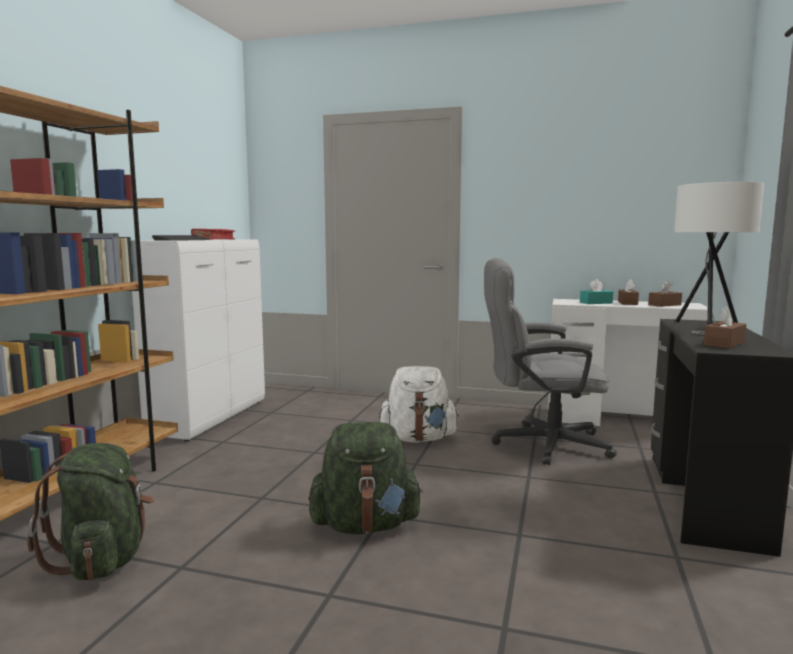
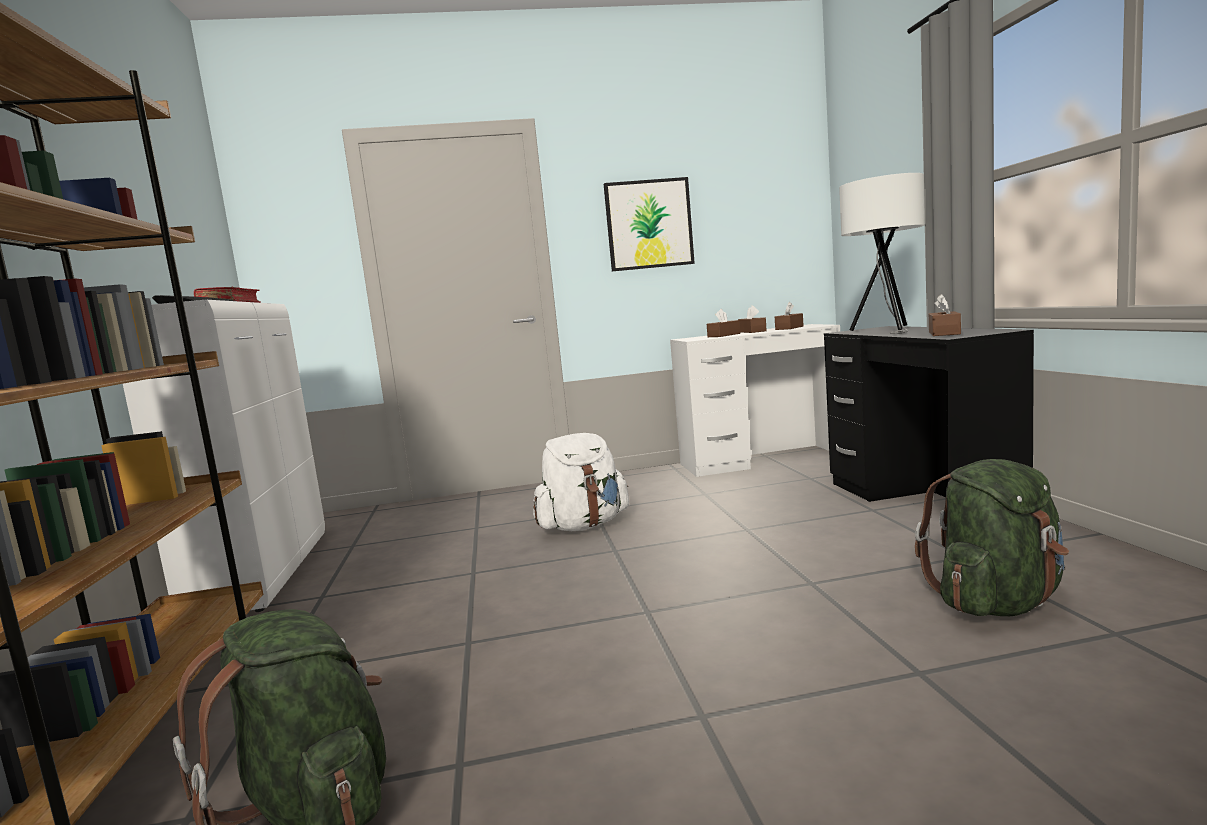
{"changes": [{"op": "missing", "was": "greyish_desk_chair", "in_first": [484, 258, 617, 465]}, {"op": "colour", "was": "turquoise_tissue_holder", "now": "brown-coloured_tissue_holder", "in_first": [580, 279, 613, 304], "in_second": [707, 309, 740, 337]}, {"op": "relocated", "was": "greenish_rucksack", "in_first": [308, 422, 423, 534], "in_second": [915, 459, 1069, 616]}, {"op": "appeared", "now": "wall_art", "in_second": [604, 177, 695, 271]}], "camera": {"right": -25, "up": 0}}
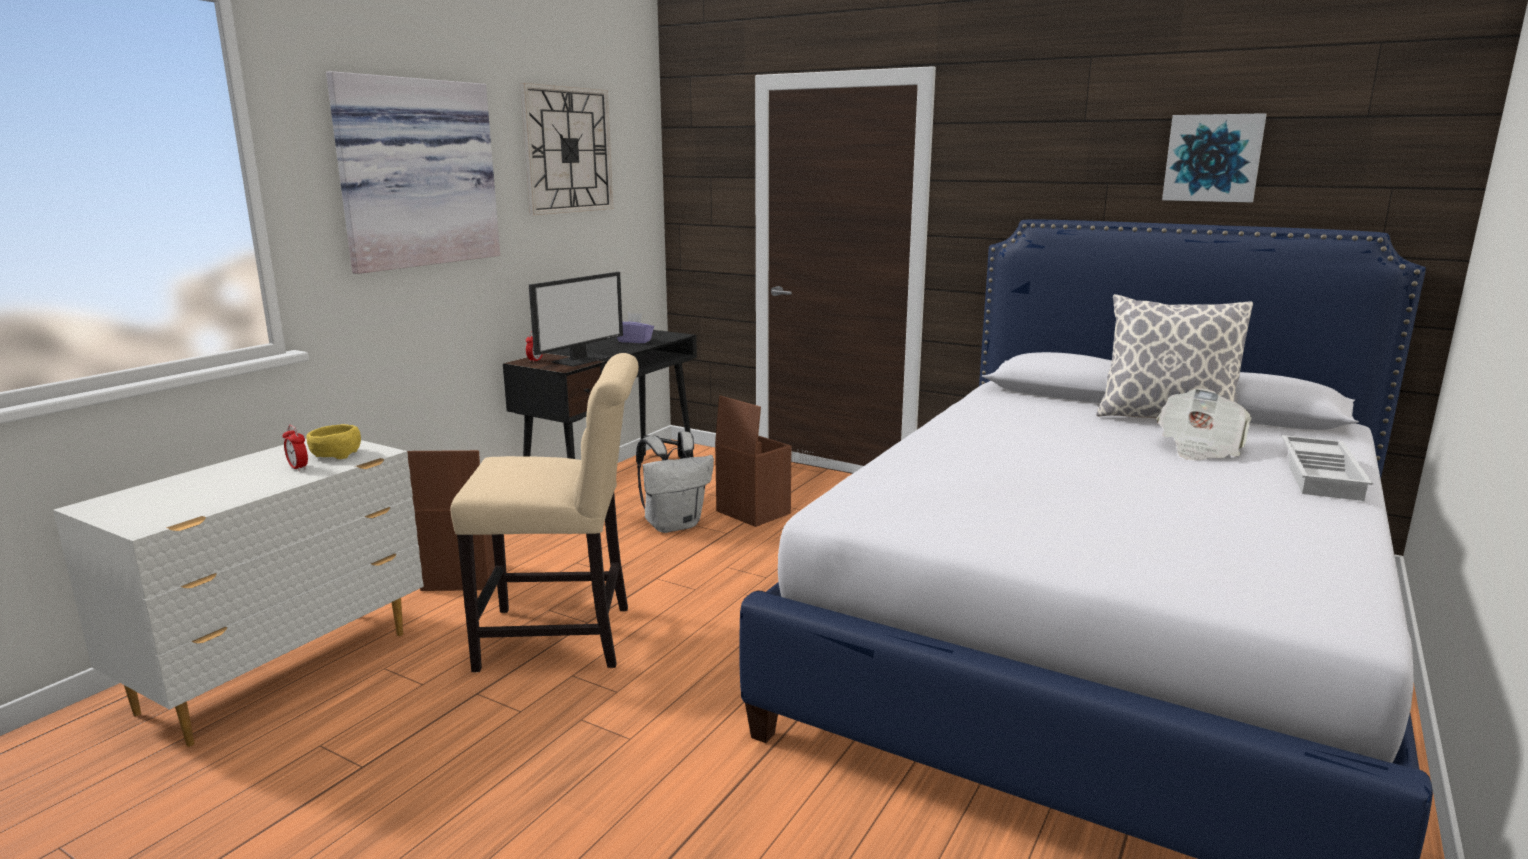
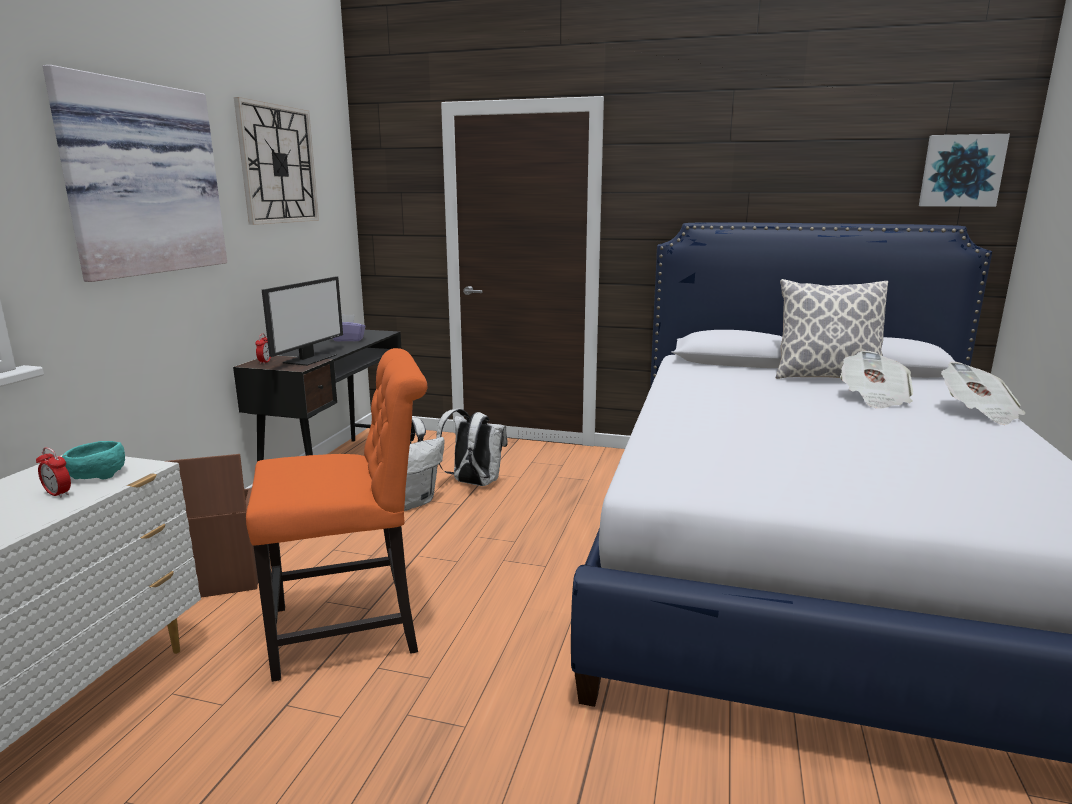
{"changes": [{"op": "relocated", "was": "wall_art", "in_first": [1162, 113, 1267, 202], "in_second": [919, 134, 1010, 207]}, {"op": "colour", "was": "beige_upright_chair", "now": "orange_upright_chair", "in_first": [451, 353, 639, 673], "in_second": [246, 348, 427, 682]}, {"op": "exchanged", "was": "brown-coloured_storage_bin", "now": "white-coloured_rucksack", "in_first": [715, 396, 791, 527], "in_second": [436, 409, 508, 486]}, {"op": "colour", "was": "yellow-coloured_deep_dish", "now": "turquoise_deep_dish", "in_first": [306, 424, 361, 459], "in_second": [62, 441, 125, 480]}, {"op": "exchanged", "was": "white-coloured_tray", "now": "newspaper", "in_first": [1282, 435, 1373, 501], "in_second": [941, 362, 1025, 425]}], "camera": {"right": -15, "up": 0}}
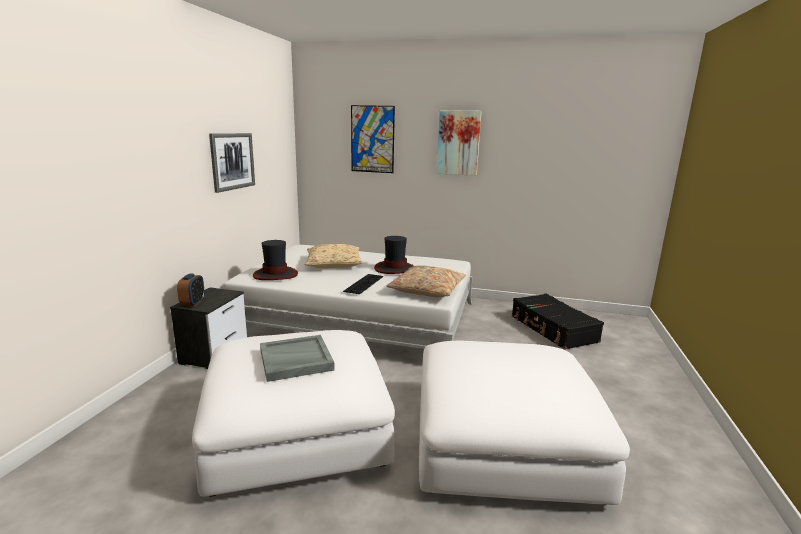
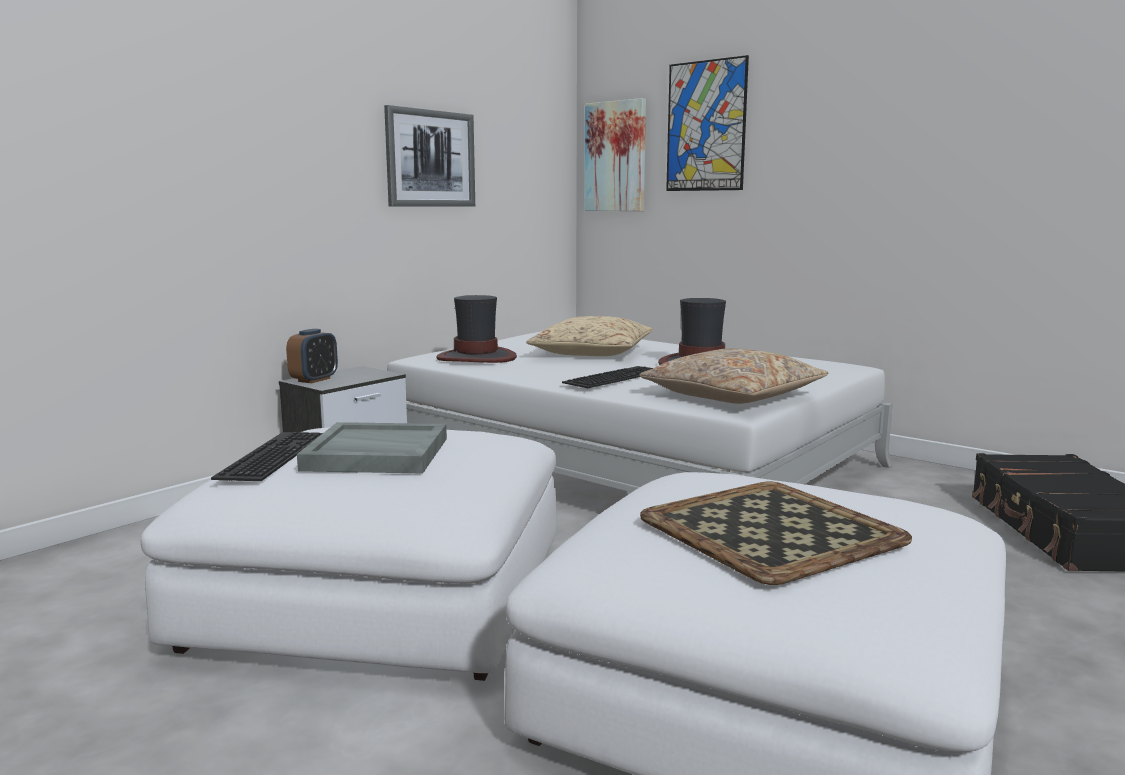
{"changes": [{"op": "relocated", "was": "wall_art", "in_first": [437, 110, 482, 176], "in_second": [584, 98, 646, 211]}, {"op": "appeared", "now": "keyboard", "in_second": [211, 432, 323, 481]}, {"op": "appeared", "now": "tray", "in_second": [640, 482, 912, 585]}], "camera": {"right": 25, "up": -5}}
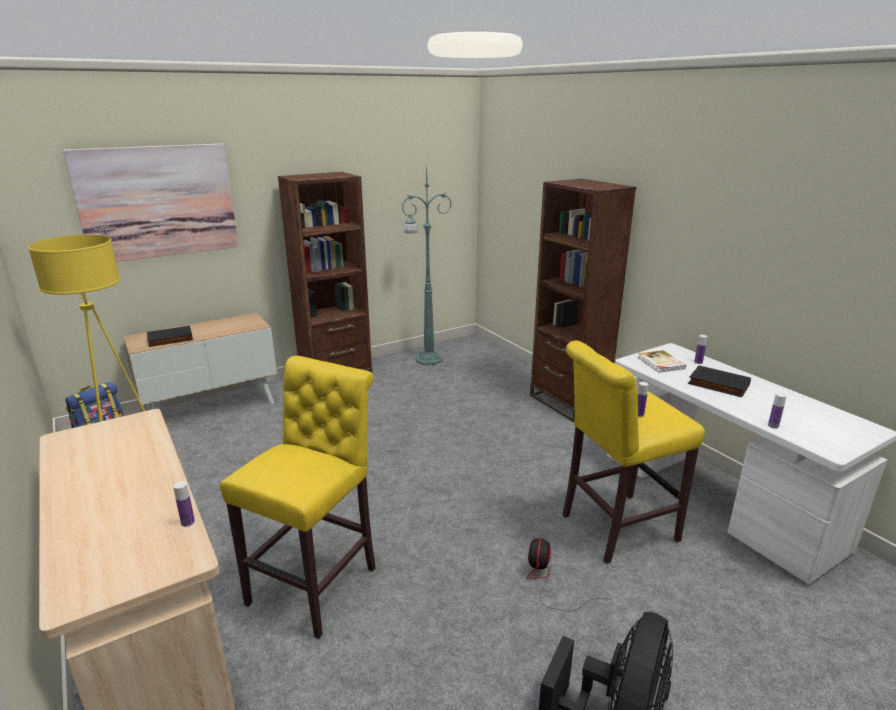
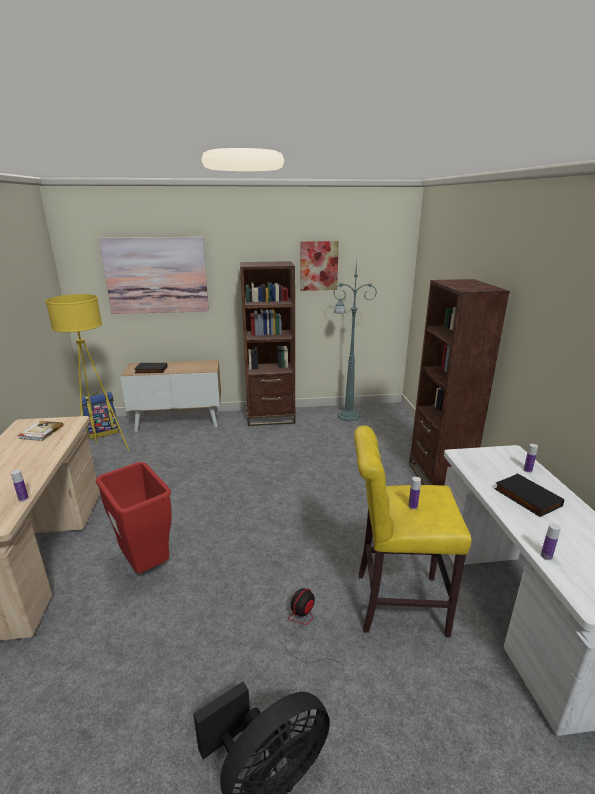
{"changes": [{"op": "relocated", "was": "bound_book", "in_first": [638, 350, 686, 373], "in_second": [18, 421, 64, 441]}, {"op": "exchanged", "was": "yellow-coloured_stool", "now": "red-coloured_rubbish_bin", "in_first": [220, 356, 376, 639], "in_second": [96, 462, 172, 573]}, {"op": "appeared", "now": "wall_art", "in_second": [300, 241, 339, 291]}], "camera": {"right": 25, "up": 0}}
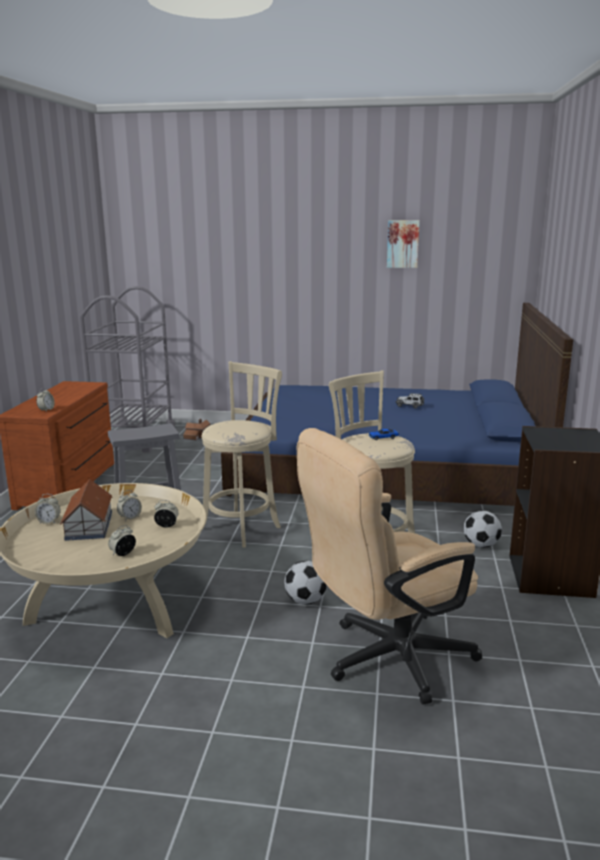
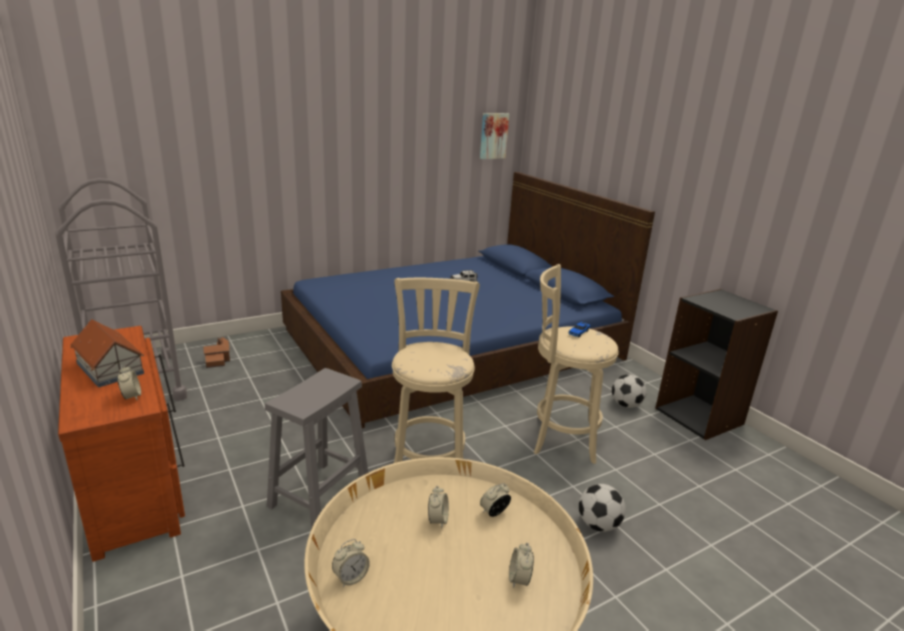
{"changes": [{"op": "relocated", "was": "wall_art", "in_first": [387, 220, 420, 268], "in_second": [480, 113, 509, 159]}, {"op": "missing", "was": "beige_desk_chair", "in_first": [297, 428, 482, 704]}, {"op": "relocated", "was": "miniature_house", "in_first": [60, 479, 113, 541], "in_second": [70, 319, 144, 387]}], "camera": {"right": -40, "up": 5}}
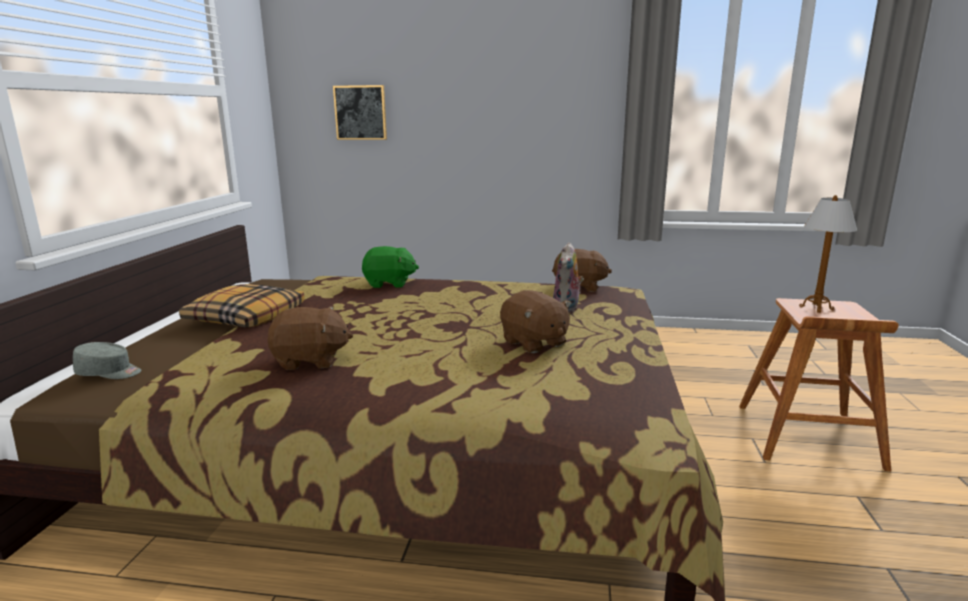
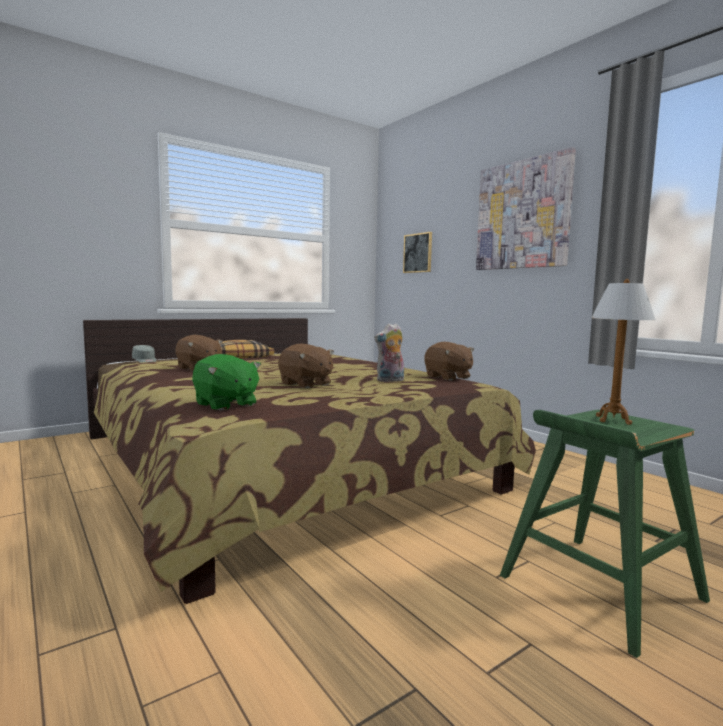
{"changes": [{"op": "relocated", "was": "greenish_plush_toy", "in_first": [362, 246, 419, 288], "in_second": [192, 354, 261, 411]}, {"op": "spun", "was": "brown-coloured_plush_toy", "in_first": [500, 290, 572, 353], "in_second": [278, 344, 334, 389], "clockwise": -60}, {"op": "colour", "was": "brown-coloured_stool", "now": "greenish_stool", "in_first": [739, 298, 899, 471], "in_second": [500, 410, 710, 658]}, {"op": "appeared", "now": "wall_art", "in_second": [476, 147, 576, 270]}], "camera": {"right": 45, "up": -10}}
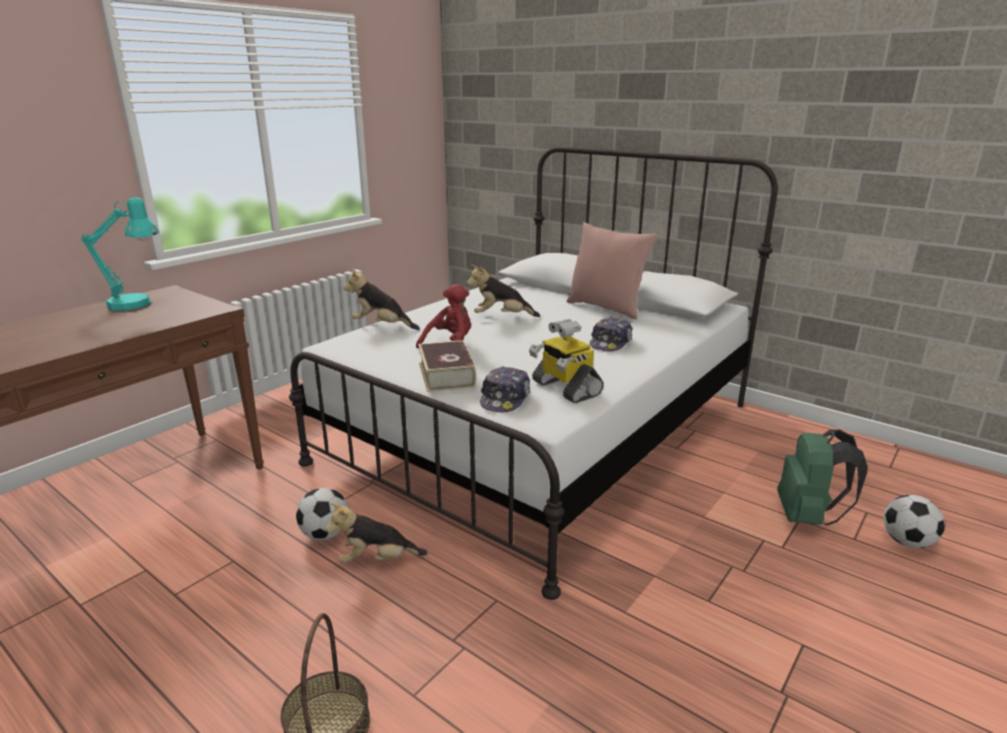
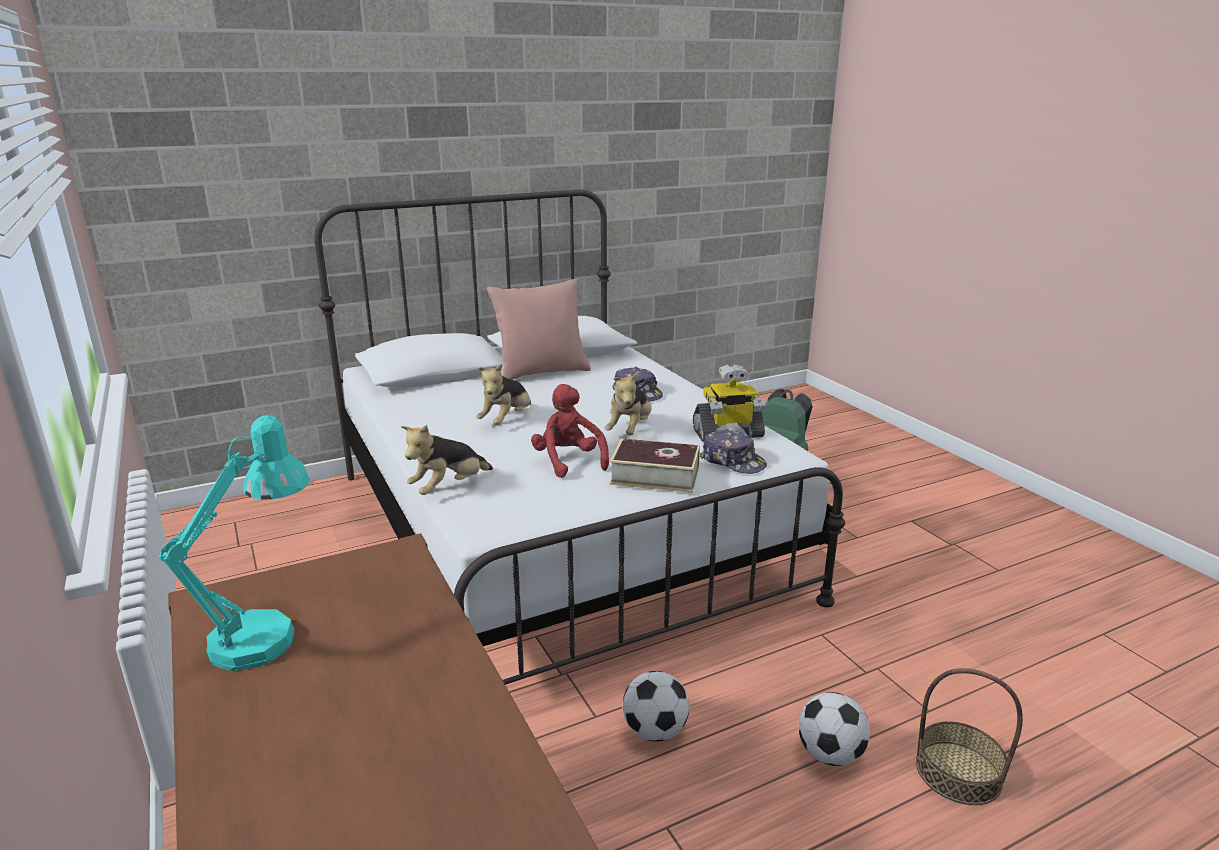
{"changes": [{"op": "relocated", "was": "football", "in_first": [883, 495, 945, 548], "in_second": [798, 692, 870, 766]}, {"op": "relocated", "was": "plush_toy", "in_first": [326, 503, 428, 563], "in_second": [605, 372, 652, 435]}], "camera": {"right": -65, "up": 0}}
